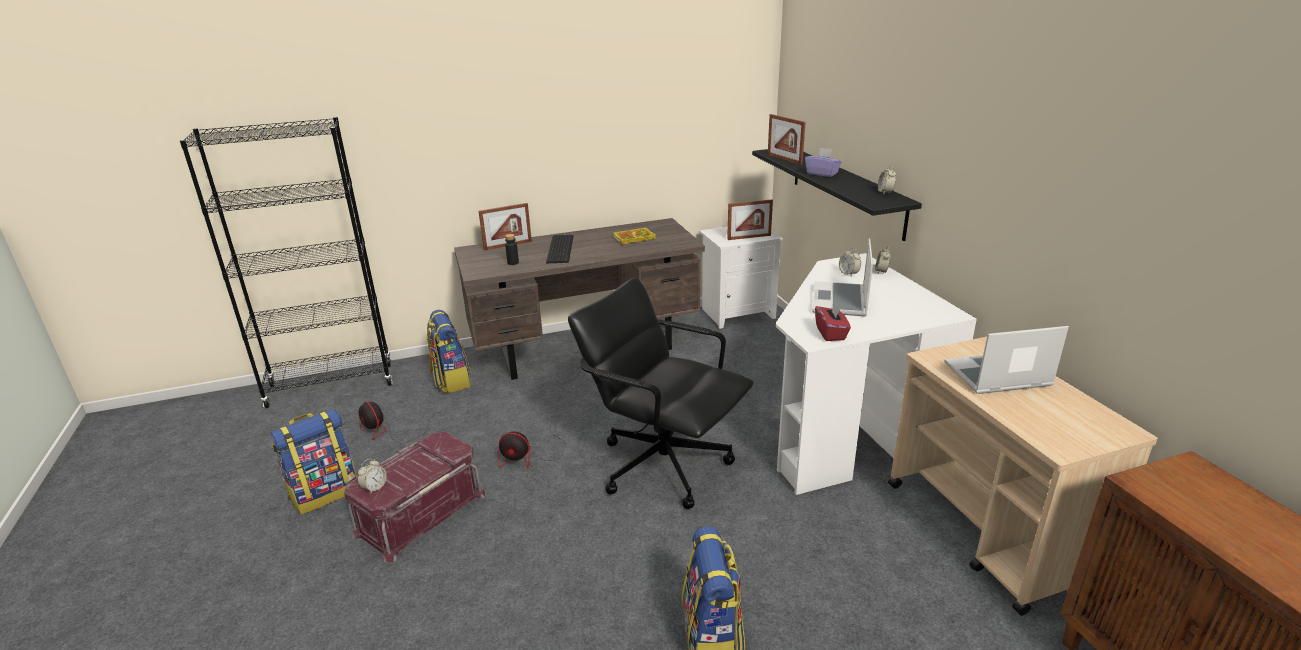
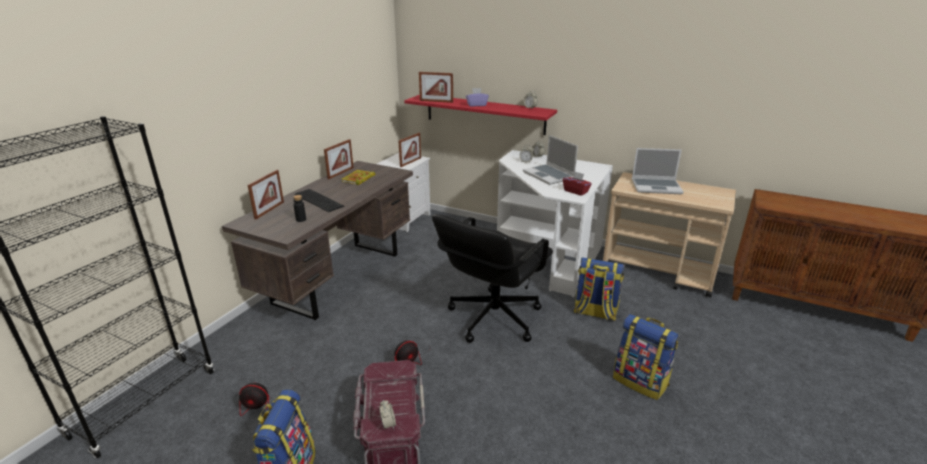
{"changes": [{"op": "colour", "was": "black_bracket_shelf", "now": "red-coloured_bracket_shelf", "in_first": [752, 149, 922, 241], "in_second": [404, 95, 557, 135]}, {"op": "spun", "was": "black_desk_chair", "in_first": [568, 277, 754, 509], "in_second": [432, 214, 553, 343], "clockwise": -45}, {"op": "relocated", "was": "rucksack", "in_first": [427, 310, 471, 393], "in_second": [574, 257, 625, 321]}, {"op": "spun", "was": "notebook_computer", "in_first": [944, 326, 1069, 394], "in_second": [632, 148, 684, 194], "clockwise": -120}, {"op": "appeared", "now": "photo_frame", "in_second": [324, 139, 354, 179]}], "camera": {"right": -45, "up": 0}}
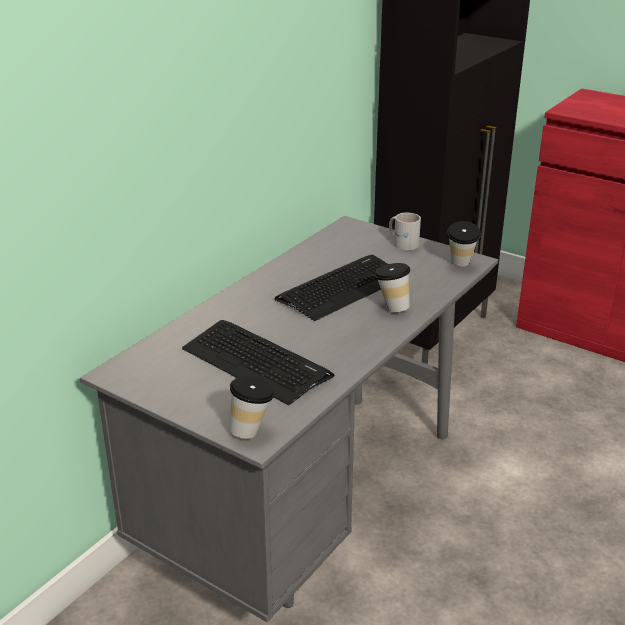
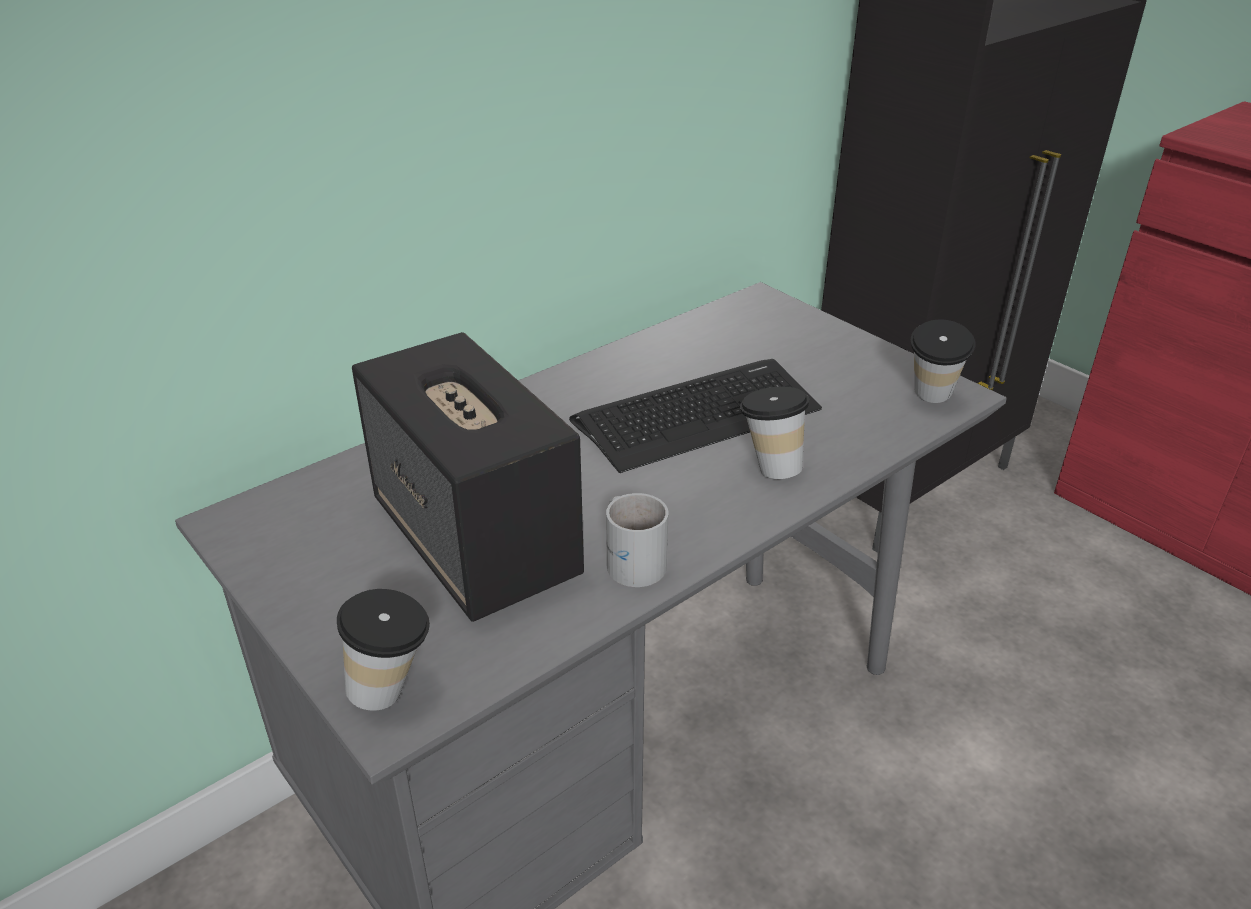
{"changes": [{"op": "relocated", "was": "white-coloured_mug", "in_first": [389, 213, 421, 250], "in_second": [606, 493, 668, 587]}, {"op": "exchanged", "was": "keyboard", "now": "audio_speaker", "in_first": [182, 320, 334, 405], "in_second": [352, 332, 584, 622]}], "camera": {"right": 15, "up": 5}}
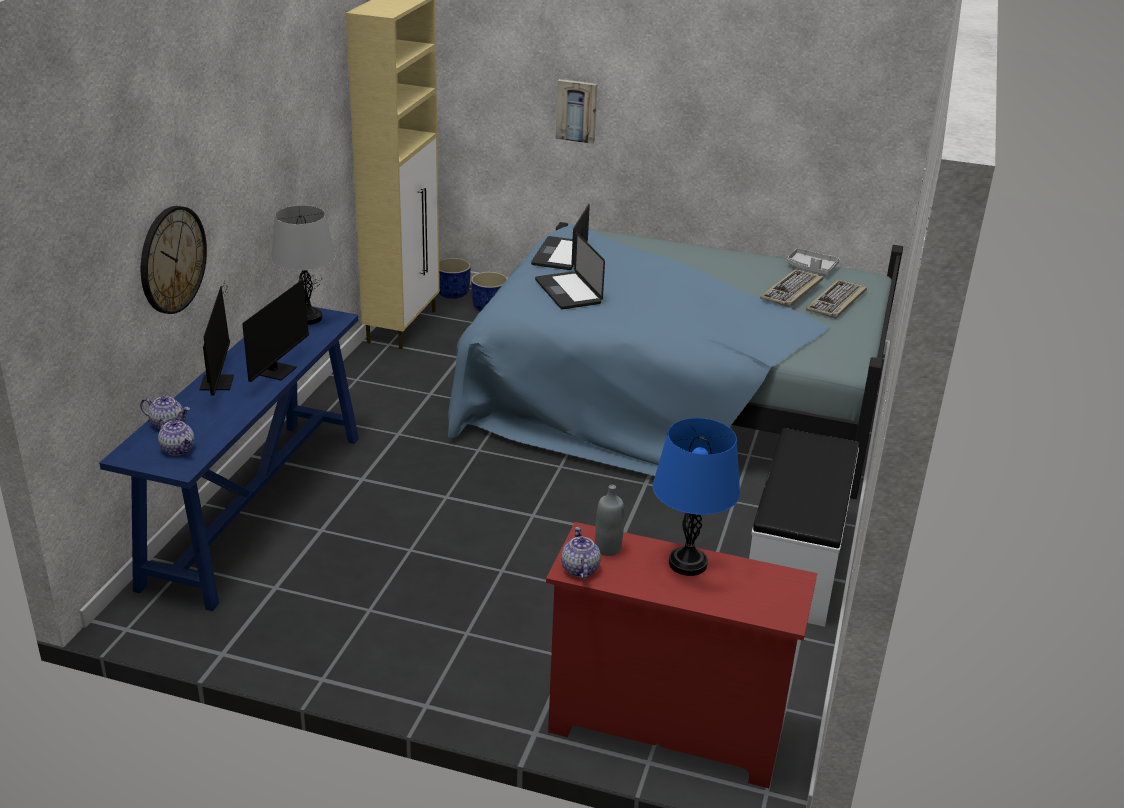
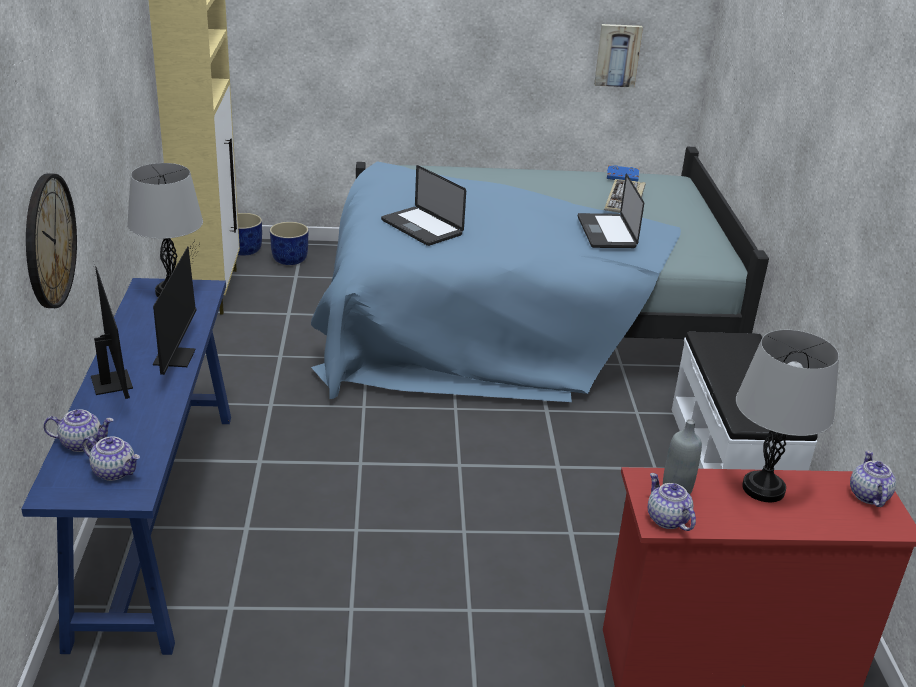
{"changes": [{"op": "relocated", "was": "wall_art", "in_first": [555, 79, 598, 144], "in_second": [594, 24, 643, 87]}, {"op": "relocated", "was": "notebook_computer", "in_first": [531, 204, 590, 270], "in_second": [578, 173, 644, 248]}, {"op": "exchanged", "was": "greyish_tray", "now": "blue_bound_book", "in_first": [787, 248, 839, 275], "in_second": [607, 165, 639, 181]}, {"op": "missing", "was": "keyboard", "in_first": [806, 280, 867, 319]}, {"op": "colour", "was": "blue_tabletop_lamp", "now": "greyish_tabletop_lamp", "in_first": [653, 418, 740, 576], "in_second": [736, 330, 839, 502]}, {"op": "appeared", "now": "tea_pot", "in_second": [850, 450, 896, 507]}], "camera": {"right": -20, "up": 0}}
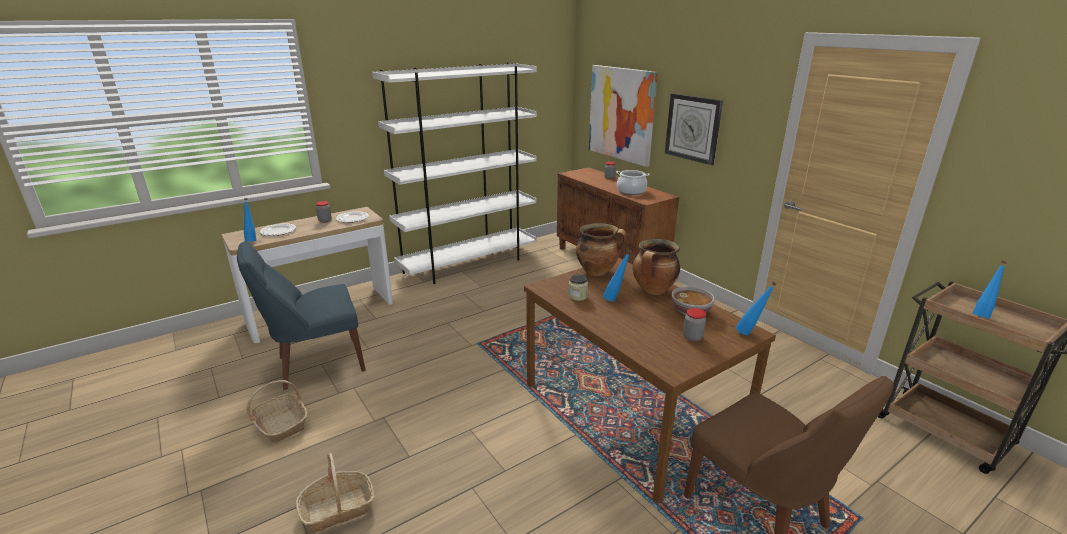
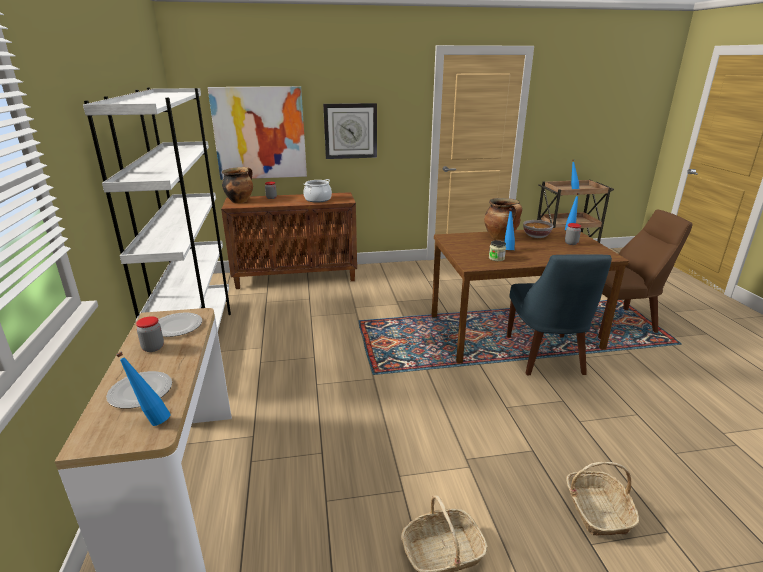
{"changes": [{"op": "relocated", "was": "saucepot", "in_first": [576, 223, 626, 276], "in_second": [222, 167, 253, 203]}, {"op": "relocated", "was": "blue_upright_chair", "in_first": [237, 241, 366, 390], "in_second": [507, 254, 612, 375]}], "camera": {"right": -65, "up": 0}}
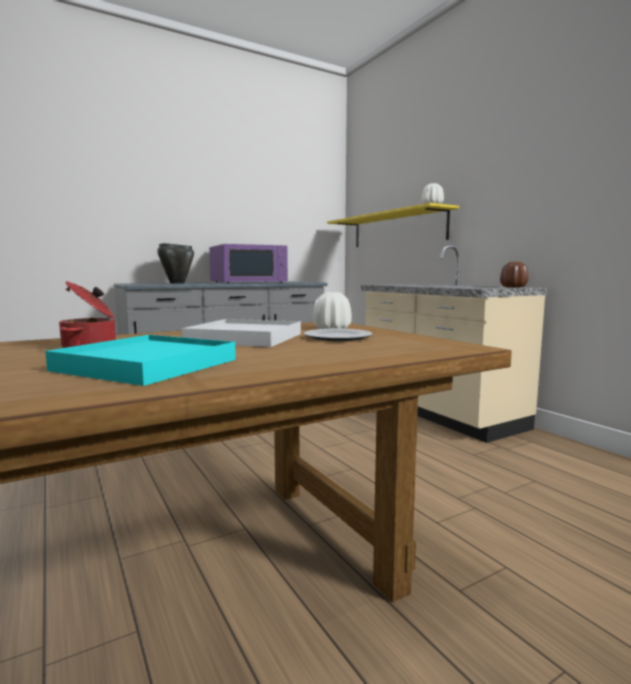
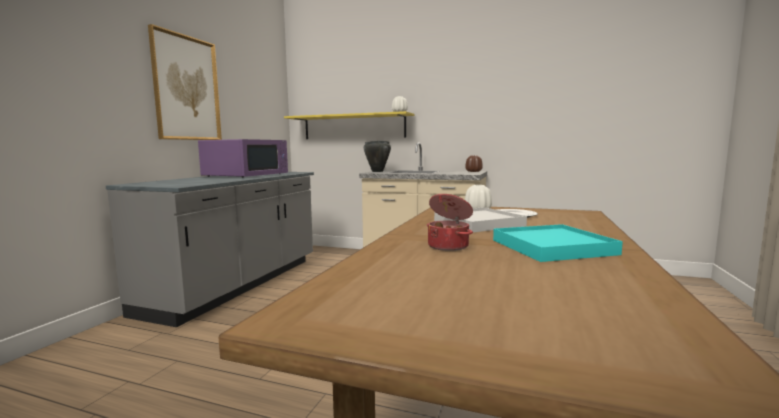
{"changes": [{"op": "relocated", "was": "black_saucepot", "in_first": [157, 243, 194, 284], "in_second": [364, 141, 391, 172]}, {"op": "appeared", "now": "wall_art", "in_second": [148, 24, 222, 140]}], "camera": {"right": -40, "up": 0}}
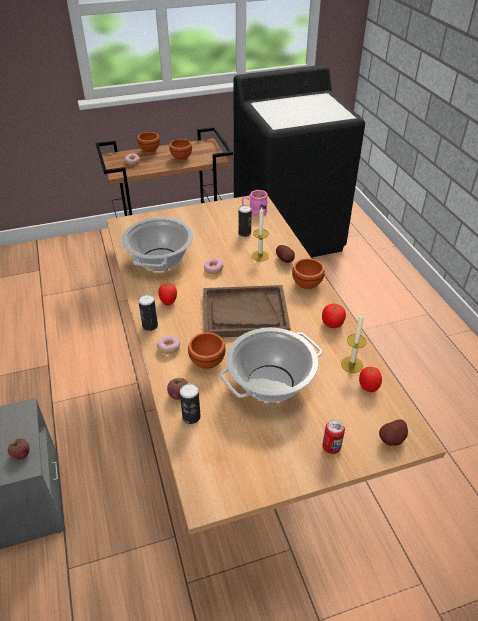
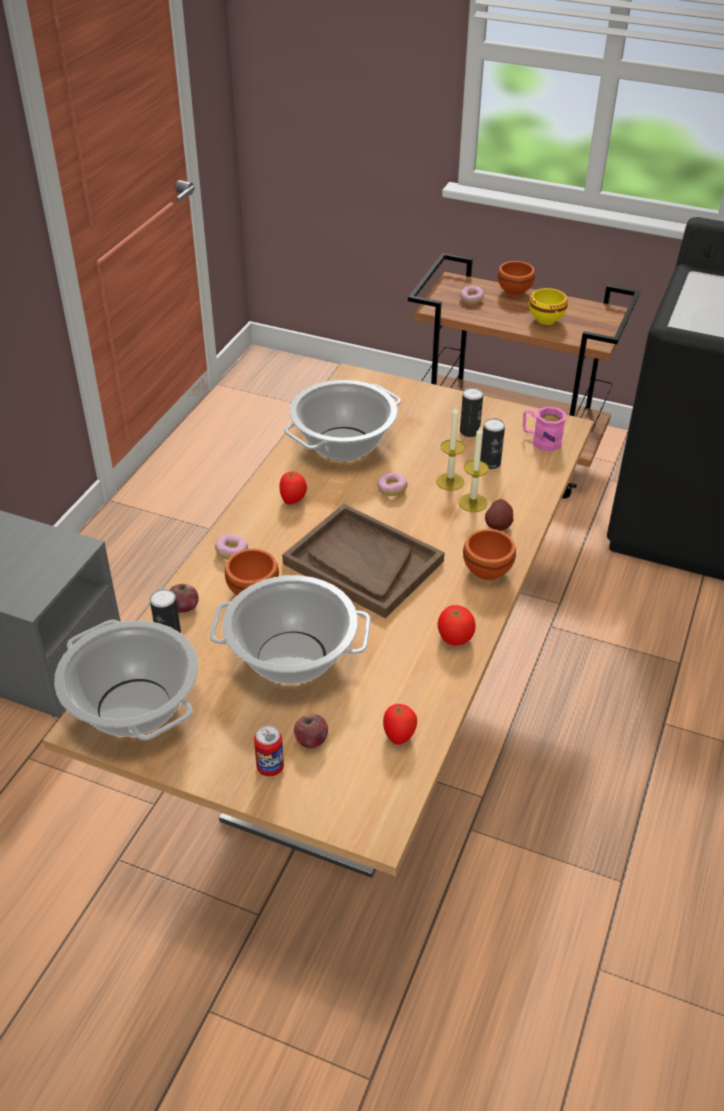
{"changes": [{"op": "colour", "was": "brown-coloured_deep_dish", "now": "yellow-coloured_deep_dish", "in_first": [169, 139, 192, 161], "in_second": [529, 288, 568, 325]}, {"op": "relocated", "was": "can", "in_first": [138, 294, 158, 331], "in_second": [460, 387, 483, 437]}, {"op": "relocated", "was": "wax_light", "in_first": [341, 312, 367, 373], "in_second": [436, 406, 465, 491]}, {"op": "missing", "was": "potato", "in_first": [379, 420, 408, 446]}, {"op": "relocated", "was": "apple", "in_first": [8, 439, 30, 460], "in_second": [294, 714, 328, 748]}, {"op": "appeared", "now": "saucepot", "in_second": [54, 620, 198, 740]}], "camera": {"right": 40, "up": 0}}
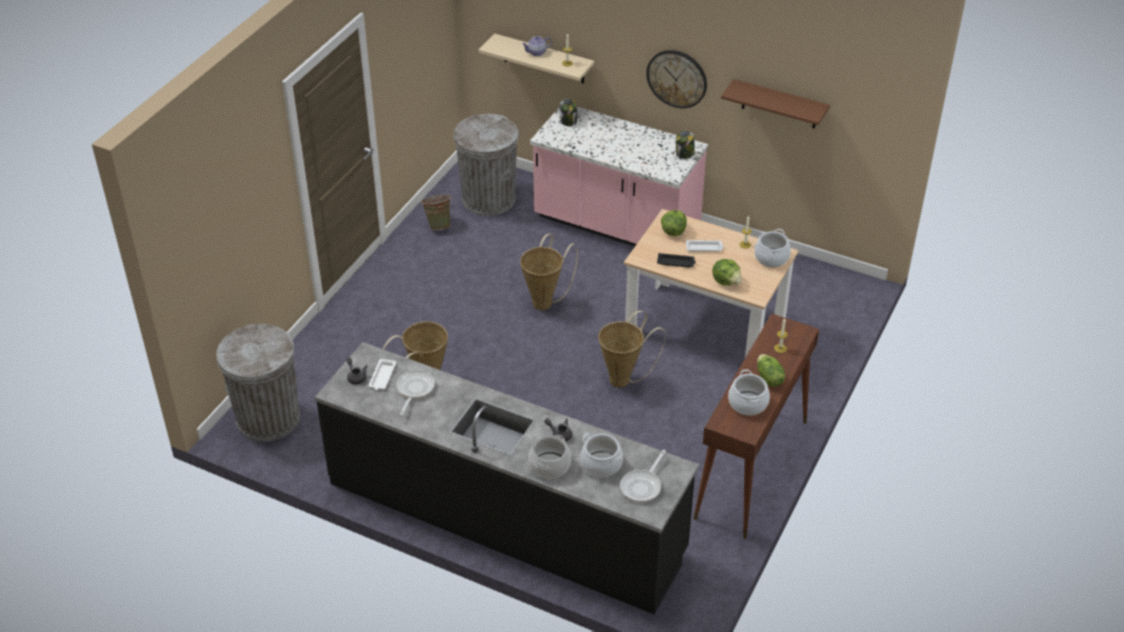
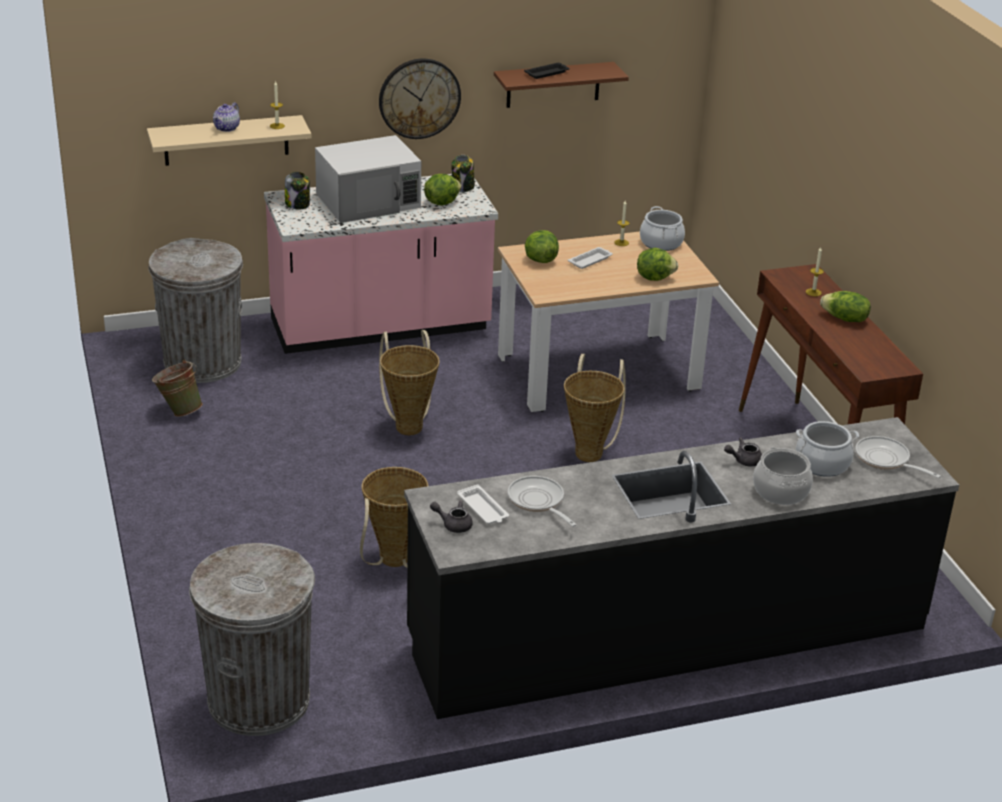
{"changes": [{"op": "relocated", "was": "black_tray", "in_first": [657, 253, 696, 268], "in_second": [524, 63, 570, 79]}, {"op": "missing", "was": "saucepot", "in_first": [728, 369, 770, 416]}, {"op": "spun", "was": "frying_pan", "in_first": [620, 450, 666, 502], "in_second": [855, 436, 941, 478], "clockwise": 150}, {"op": "appeared", "now": "white-coloured_microwave_oven", "in_second": [315, 135, 421, 223]}, {"op": "appeared", "now": "head_of_lettuce", "in_second": [424, 174, 462, 206]}], "camera": {"right": -45, "up": -10}}
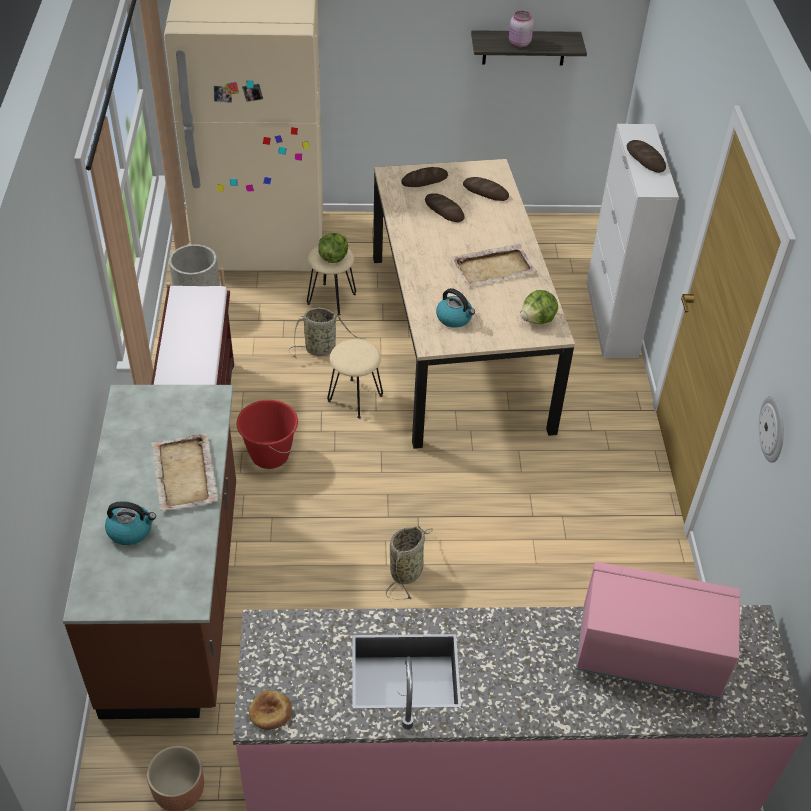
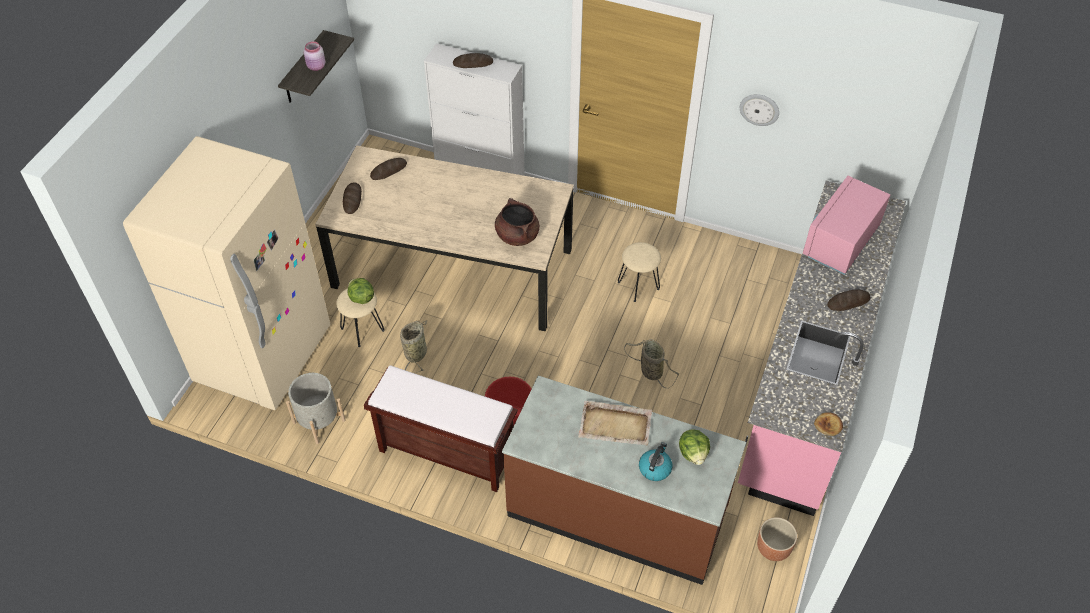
{"changes": [{"op": "relocated", "was": "bakery_bread", "in_first": [425, 193, 464, 222], "in_second": [827, 289, 871, 311]}, {"op": "missing", "was": "beige_tray", "in_first": [452, 244, 537, 287]}, {"op": "exchanged", "was": "tea_kettle", "now": "brown-coloured_saucepot", "in_first": [436, 288, 475, 328], "in_second": [495, 198, 540, 246]}, {"op": "relocated", "was": "head_of_lettuce", "in_first": [520, 290, 558, 324], "in_second": [679, 429, 710, 465]}, {"op": "relocated", "was": "beige_stool", "in_first": [327, 339, 383, 419], "in_second": [618, 242, 661, 302]}], "camera": {"right": -65, "up": 5}}
